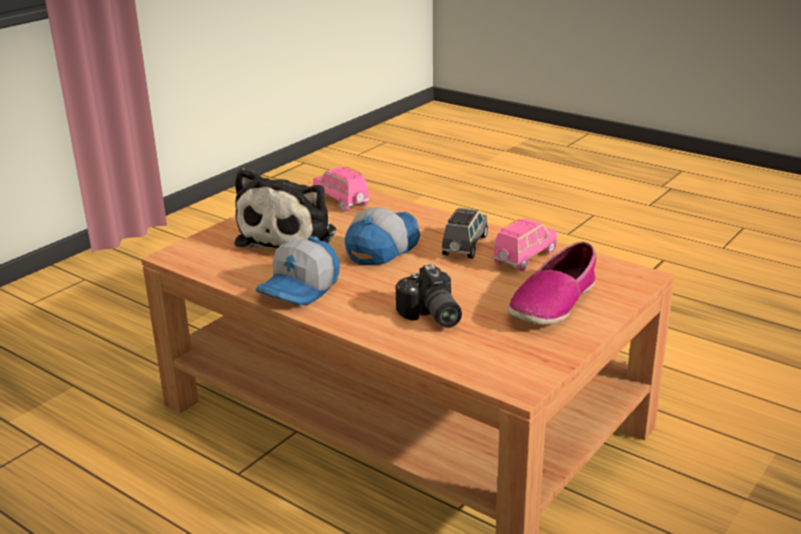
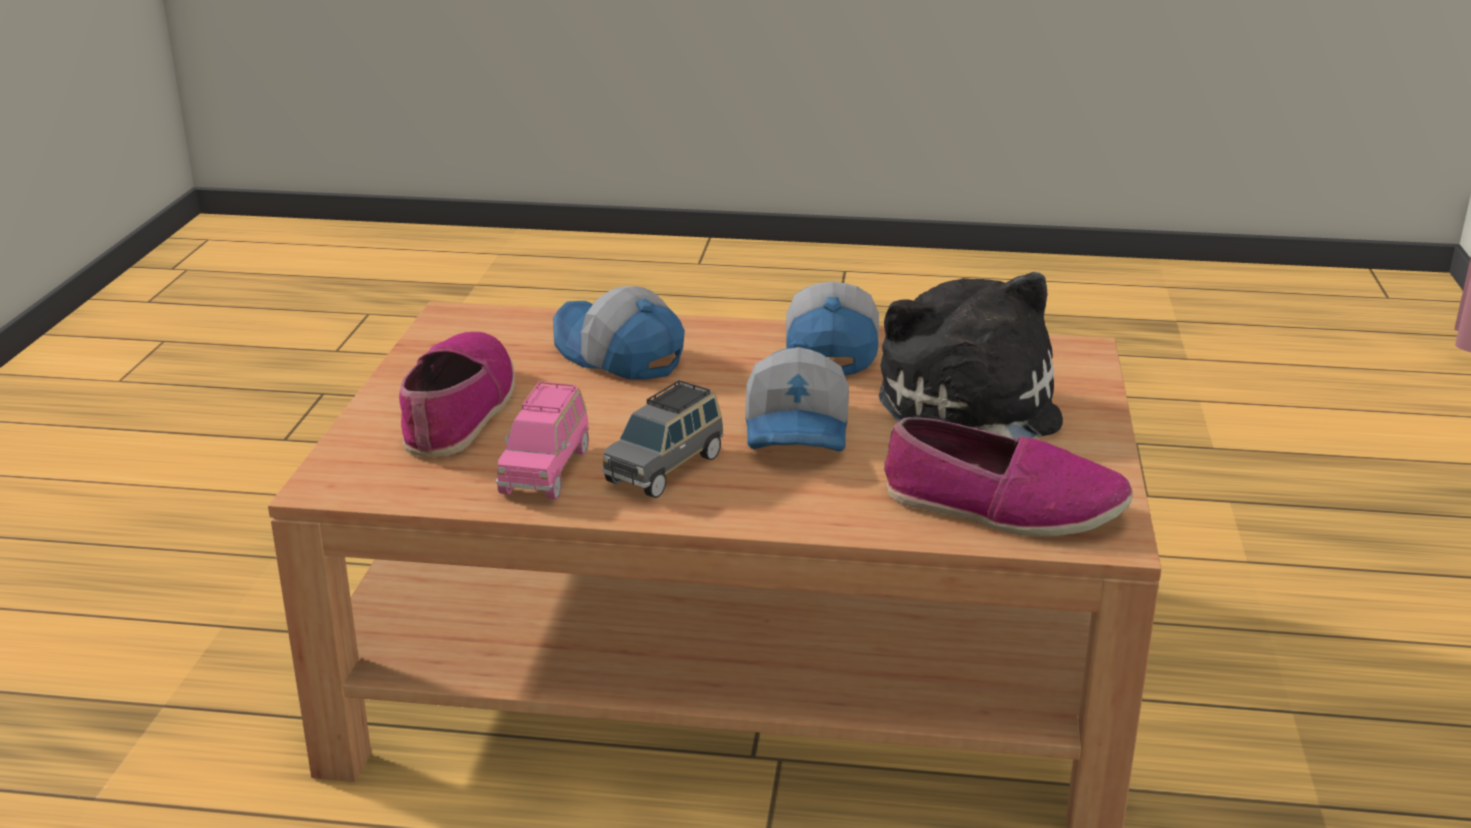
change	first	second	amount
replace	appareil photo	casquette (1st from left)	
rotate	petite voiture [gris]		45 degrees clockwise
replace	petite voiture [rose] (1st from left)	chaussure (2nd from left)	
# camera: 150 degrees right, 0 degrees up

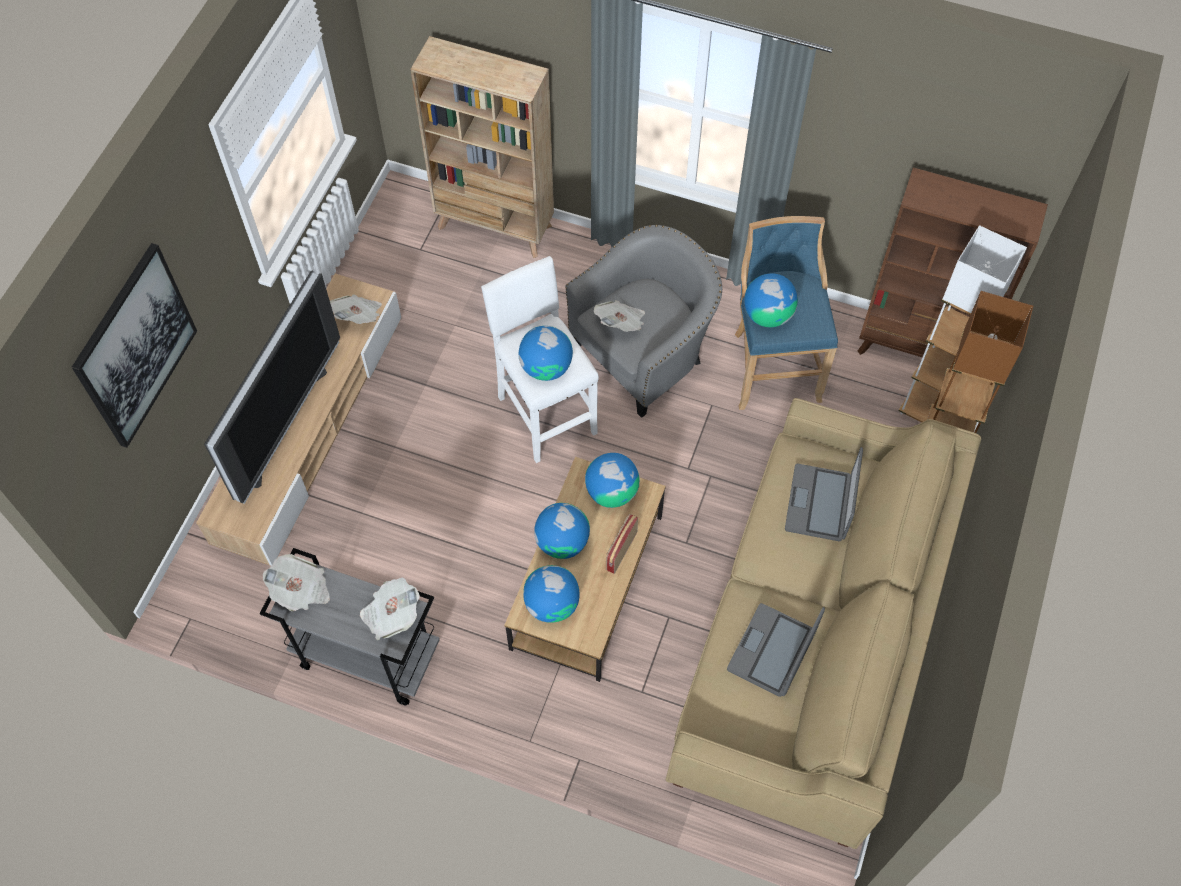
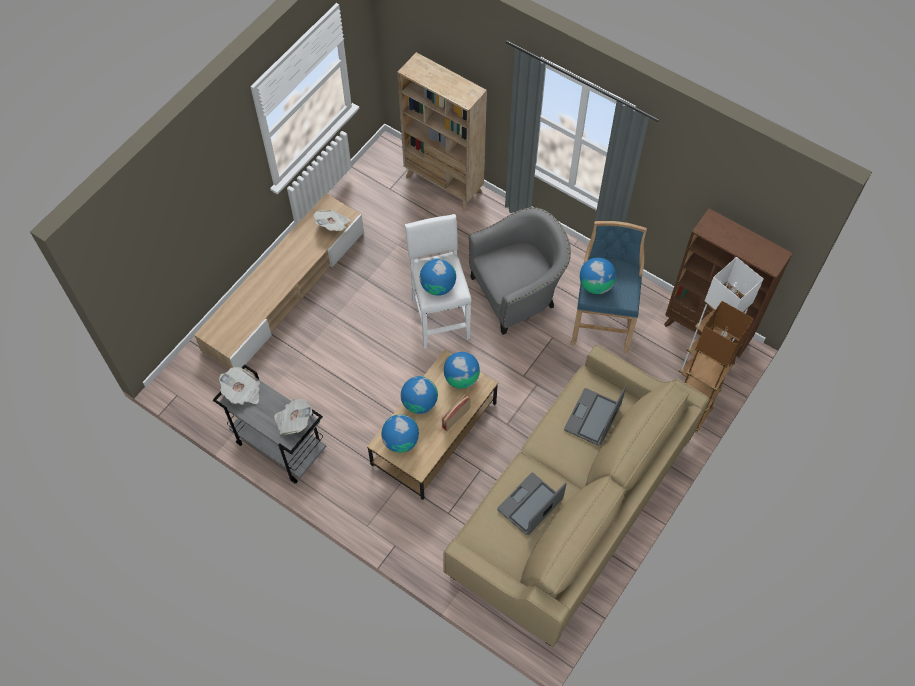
change	first	second	amount
delete	tableau		
delete	téléviseur		
delete	journal (4th from left)		
# camera: 15 degrees right, 0 degrees up

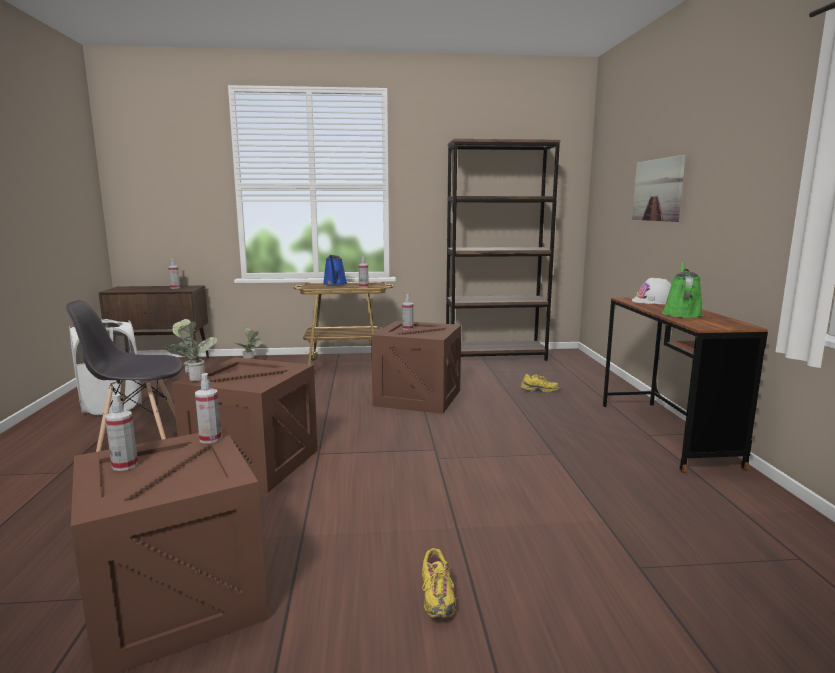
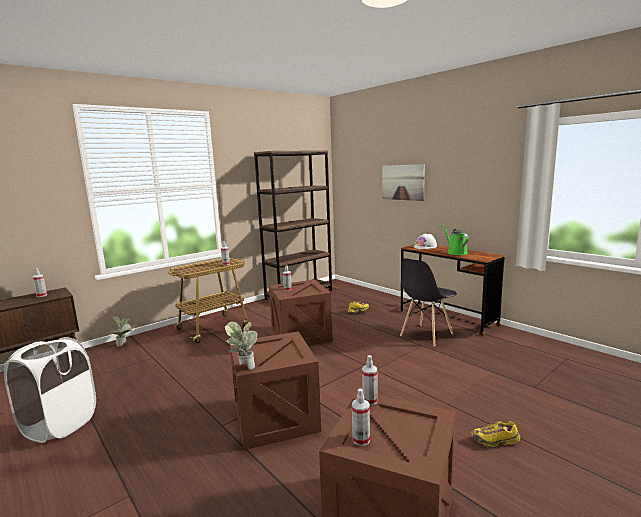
change	first	second	amount
move	chaise [gris]		
rotate	chaussure [jaune] (1st from left in the first image)	chaussure [jaune] (2nd from left)	135 degrees clockwise
delete	arrosoir [bleu]		
# camera: 35 degrees left, 0 degrees up

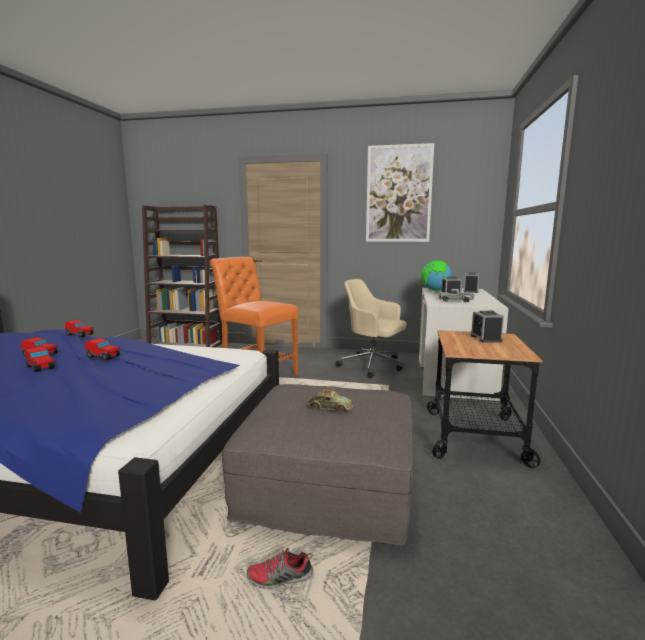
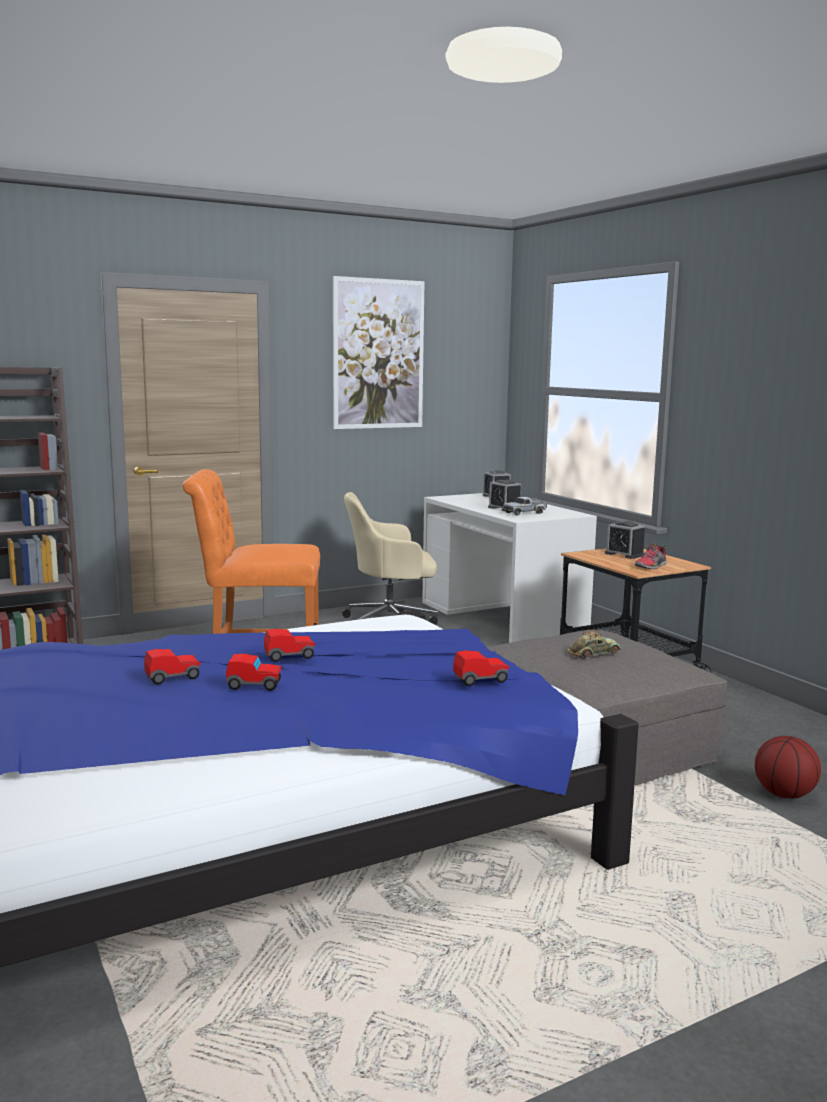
change	first	second	amount
move	petite voiture (3rd from left in the first image)	petite voiture (4th from left)	
move	chaussure		
insert		ballon de basket	
delete	globe		
# camera: 40 degrees left, 0 degrees up

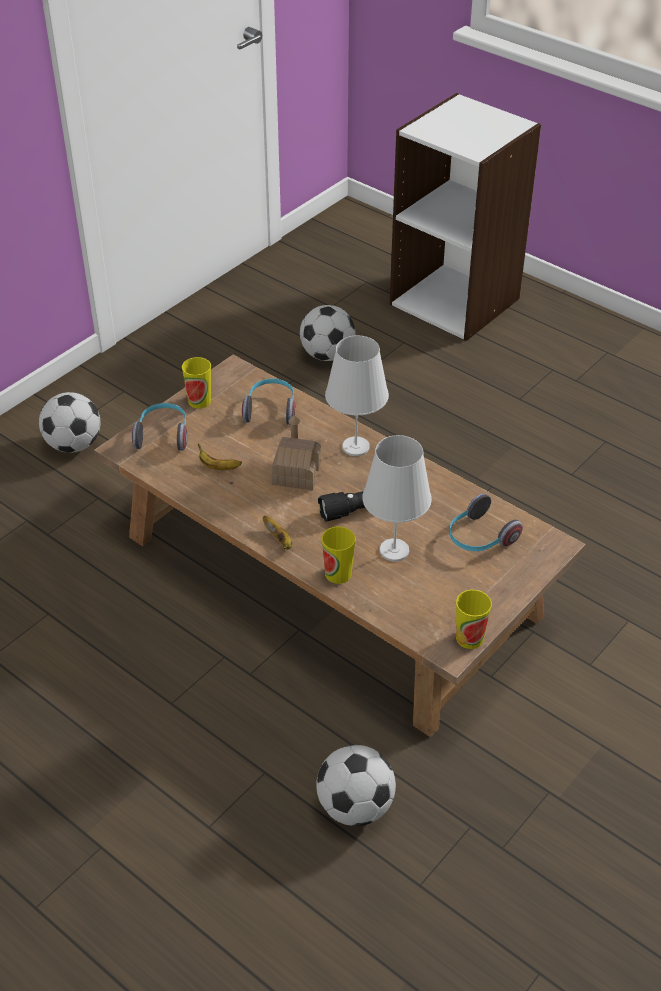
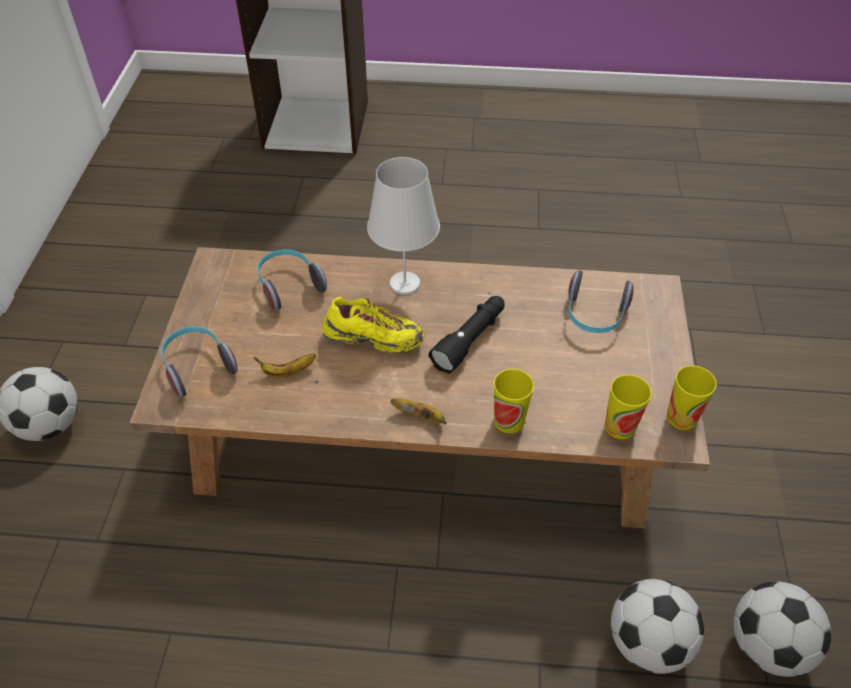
change	first	second	amount
replace	maison miniature	chaussure [jaune]	
move	tasse (1st from left in the first image)	tasse (2nd from left)	
move	ballon de foot (2nd from left in the first image)	ballon de foot (3rd from left)	
delete	lampe de table [blanc] (2nd from left)		
# camera: 35 degrees left, 5 degrees up

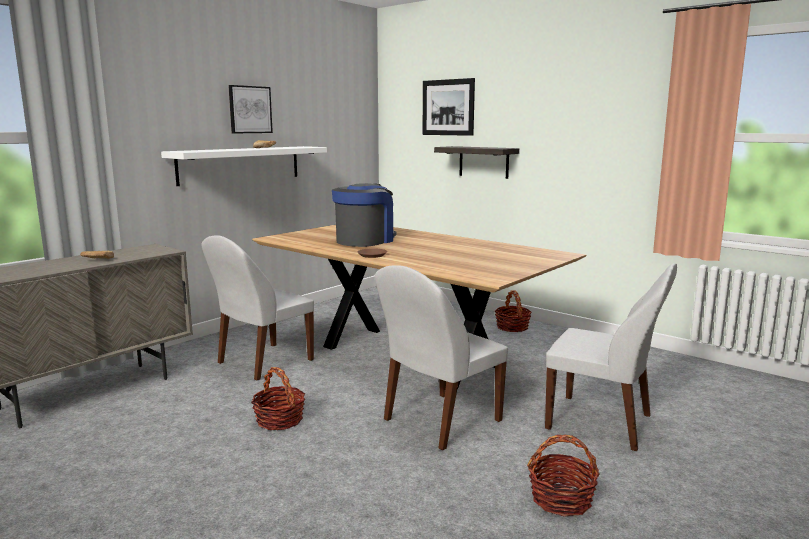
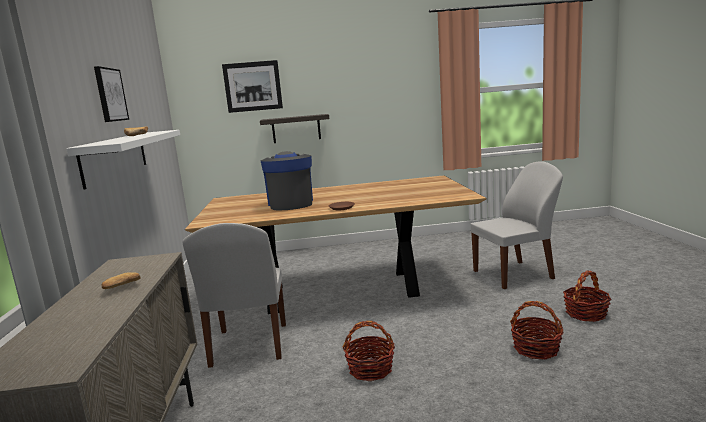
change	first	second	amount
move	panier (2nd from left)		
delete	chaise [blanc] (2nd from left)		
# camera: 45 degrees left, 0 degrees up

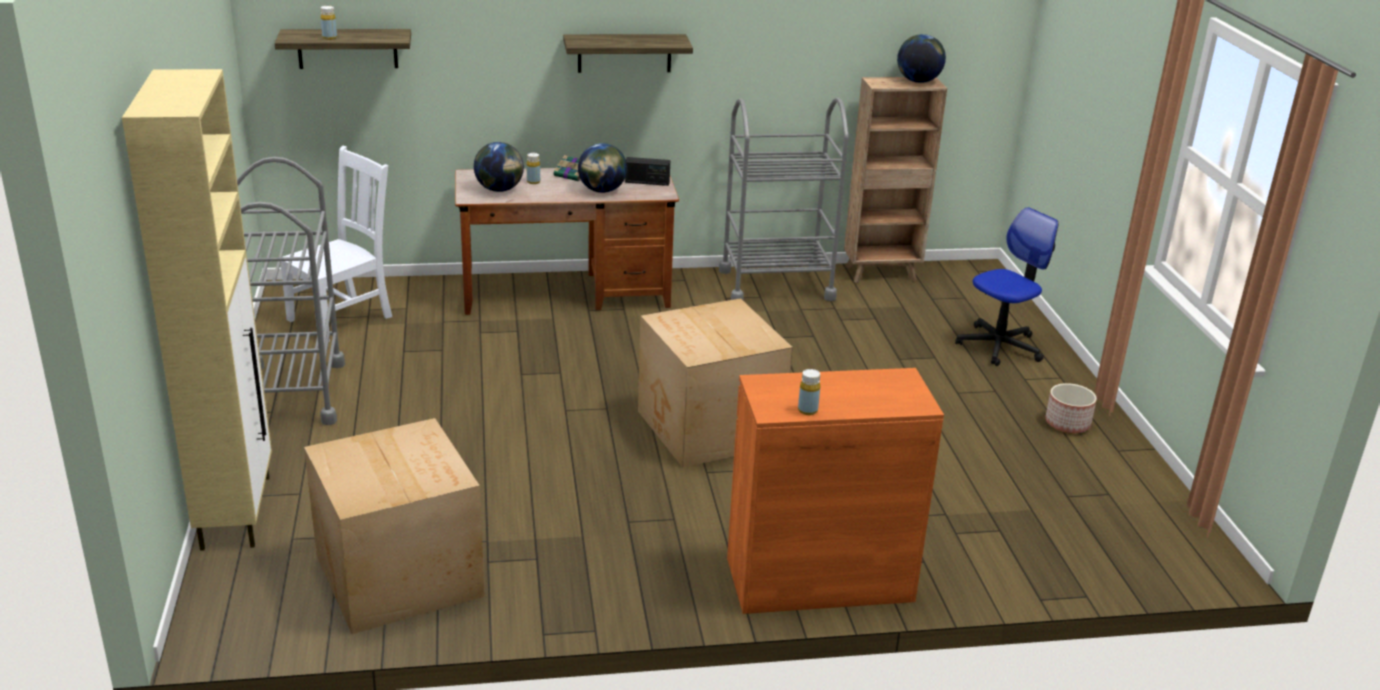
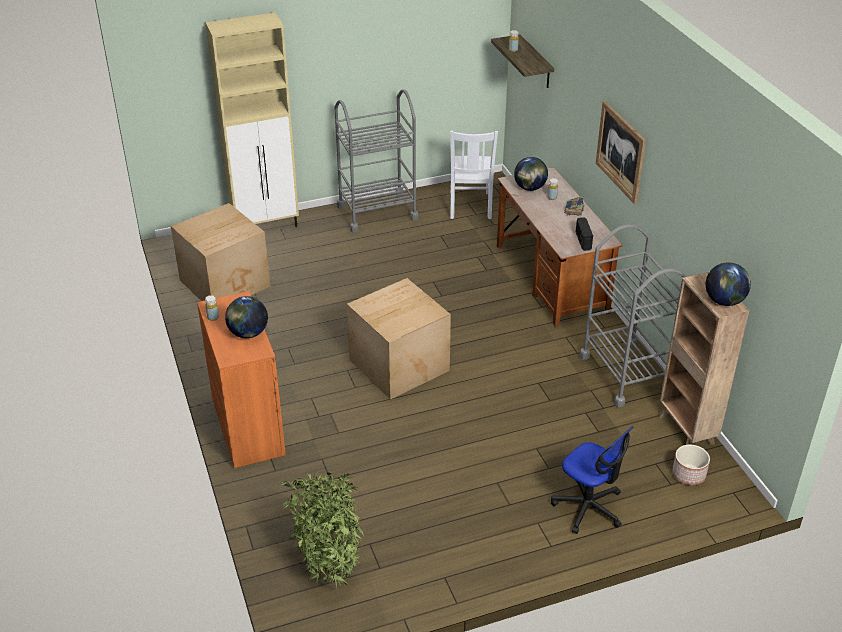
change	first	second	amount
move	globe (2nd from left in the first image)	globe (1st from left)	
insert		plante en pot	
rotate	chaise [blanc]		60 degrees clockwise
replace	étagère (2nd from left)	tableau	
move	cache-pot		
# camera: 80 degrees right, 10 degrees up

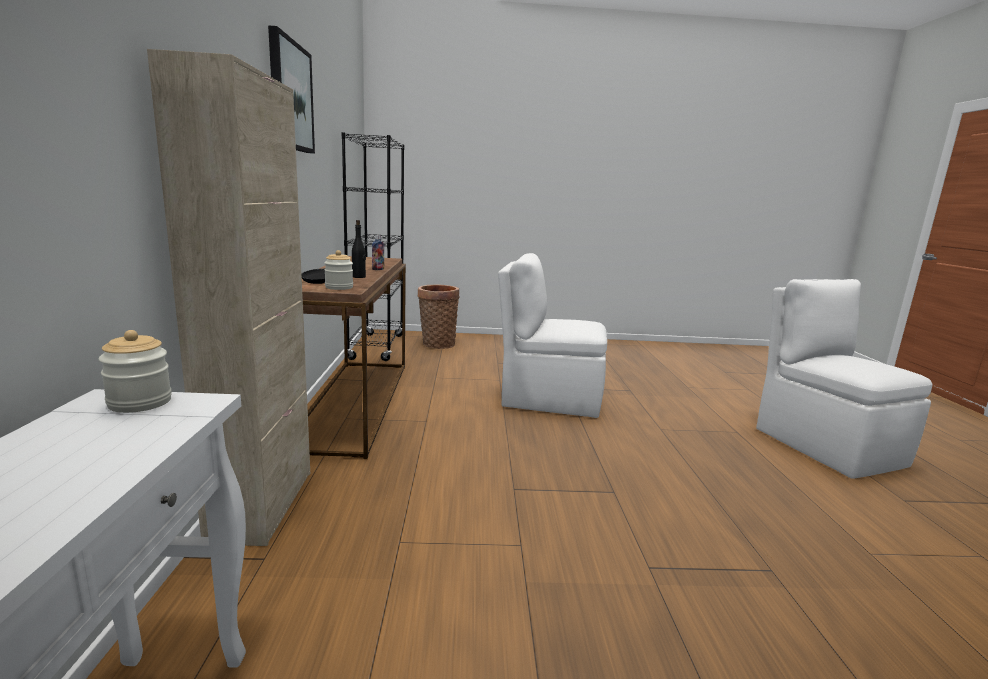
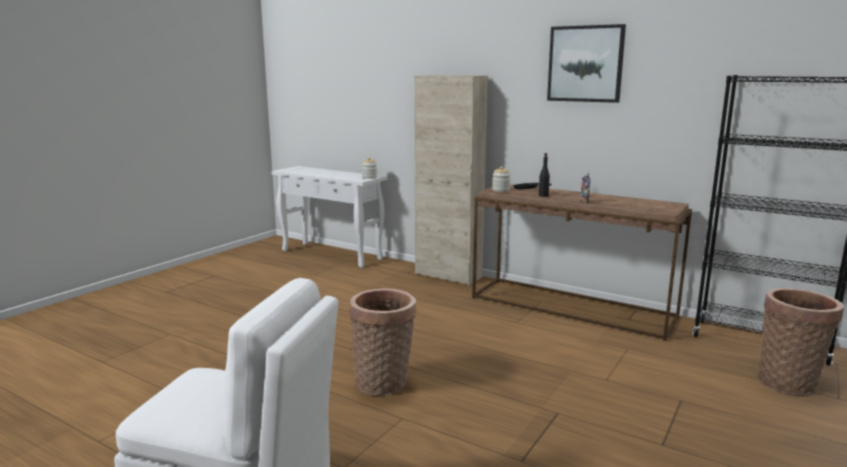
change	first	second	amount
insert		panier (1st from left)	
delete	chaise [blanc] (1st from left)		
# camera: 125 degrees right, 0 degrees up

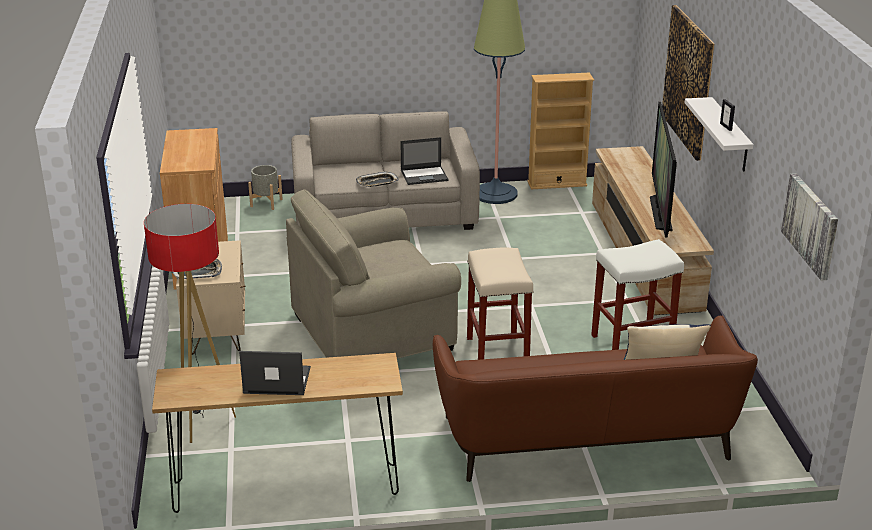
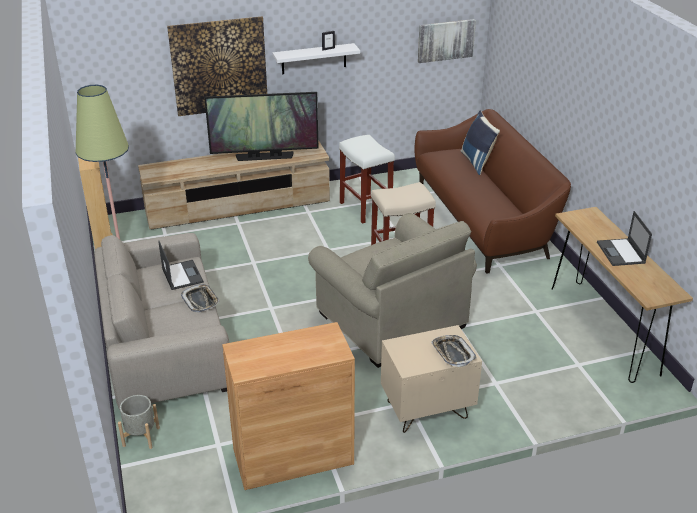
change	first	second	amount
delete	lampadaire (1st from left)		
# camera: 100 degrees left, 5 degrees up

